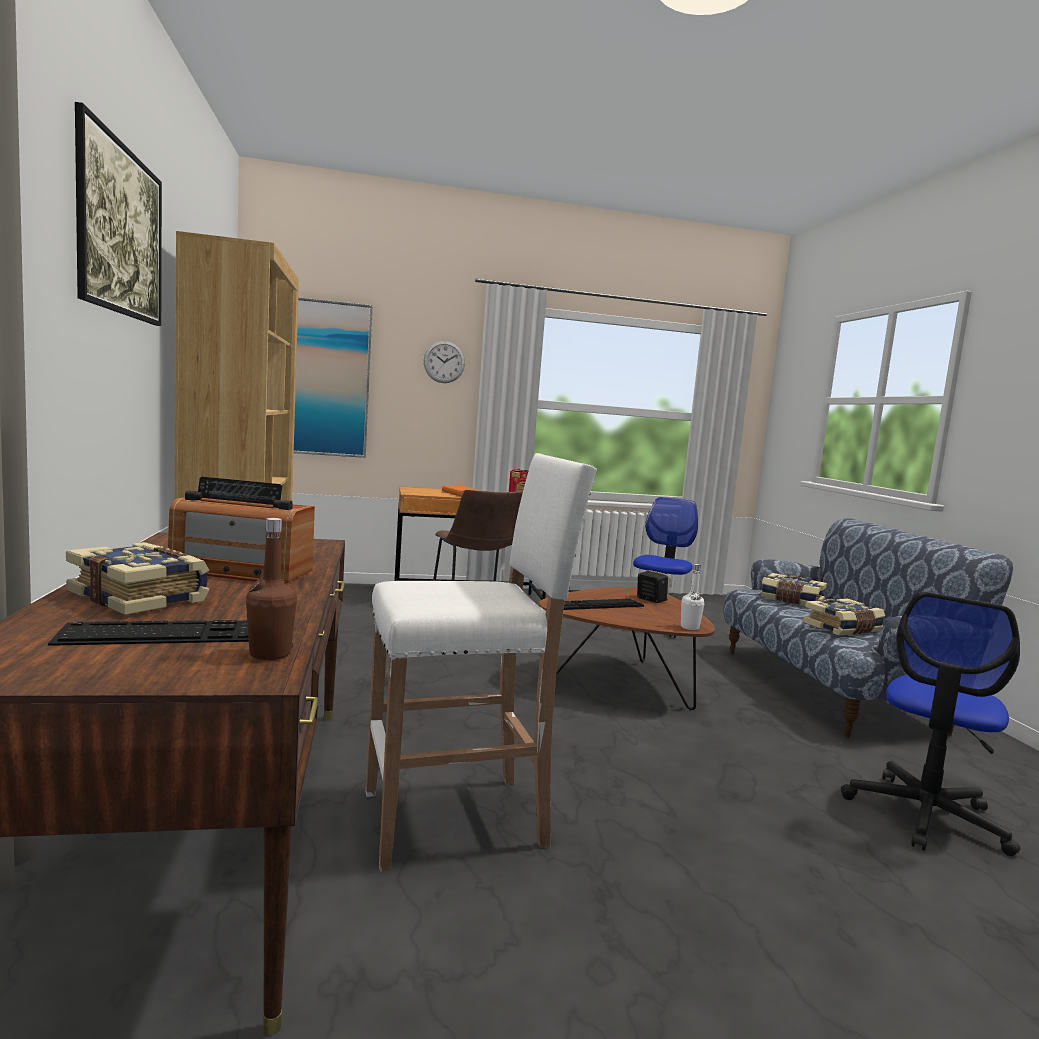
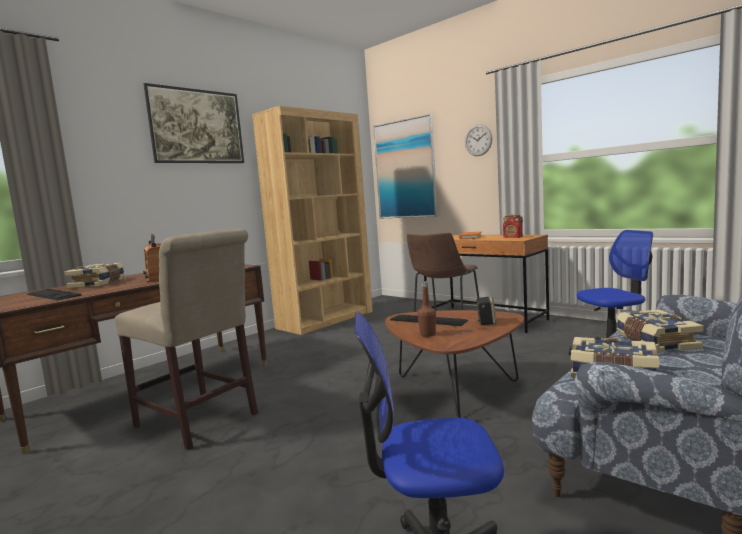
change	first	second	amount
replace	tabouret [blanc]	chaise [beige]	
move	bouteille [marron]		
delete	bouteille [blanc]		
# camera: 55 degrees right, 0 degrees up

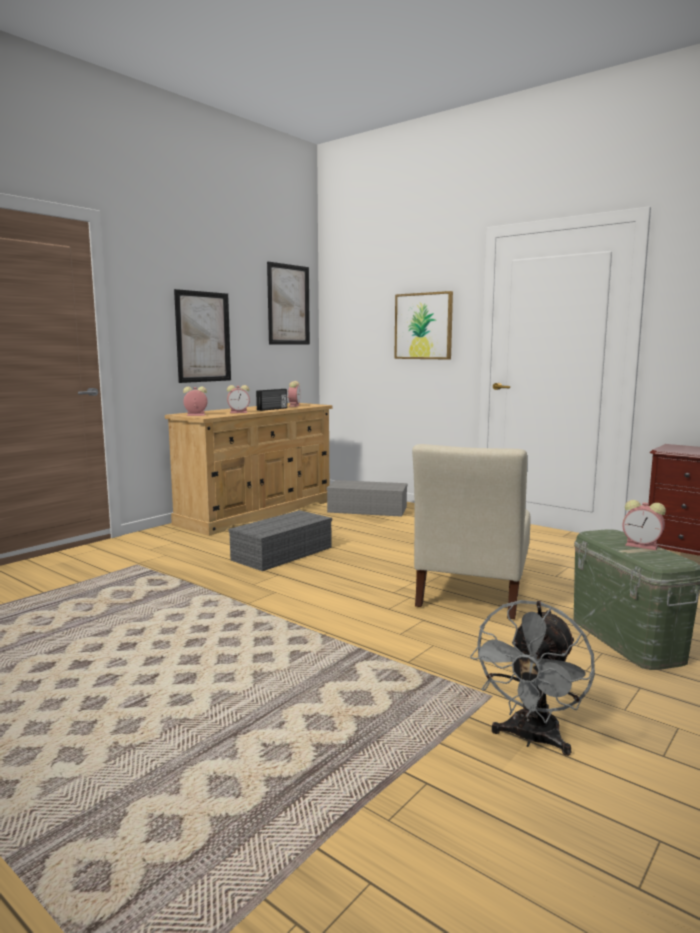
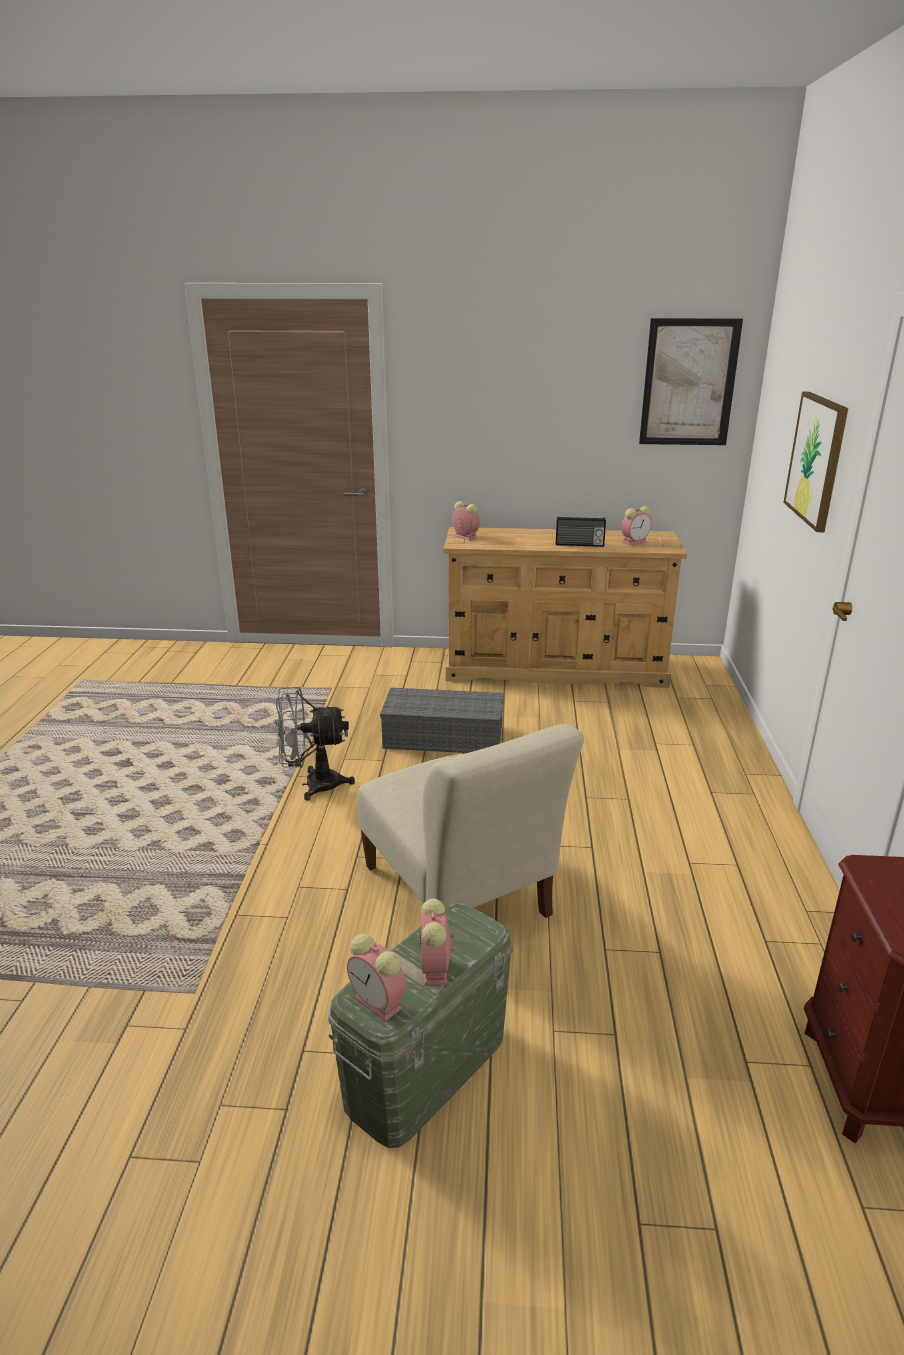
change	first	second	amount
move	ventilateur [gris]		
move	réveil (2nd from left in the first image)	réveil (1st from left)	
rotate	chaise [beige]		105 degrees counterclockwise
delete	tableau (1st from left)		
delete	boîte de rangement [gris] (2nd from left)		
# camera: 55 degrees right, 15 degrees up

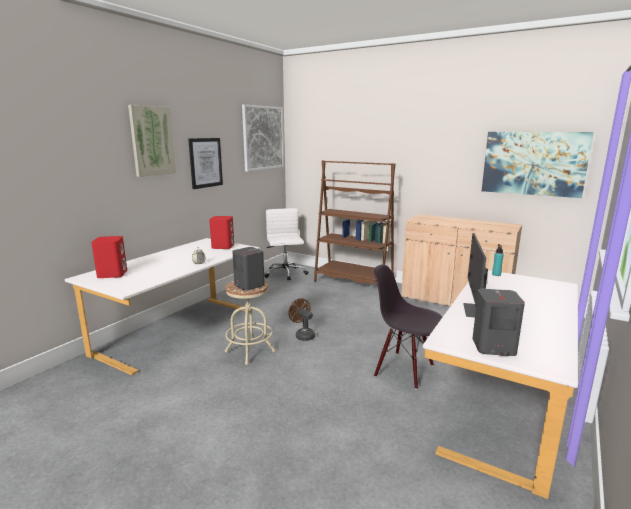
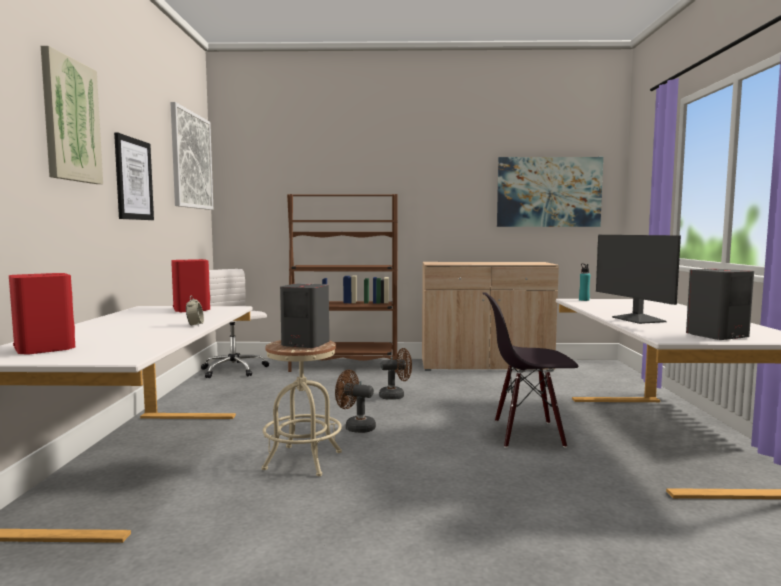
change	first	second	amount
insert		ventilateur [marron] (2nd from left)	
# camera: 30 degrees left, 10 degrees down

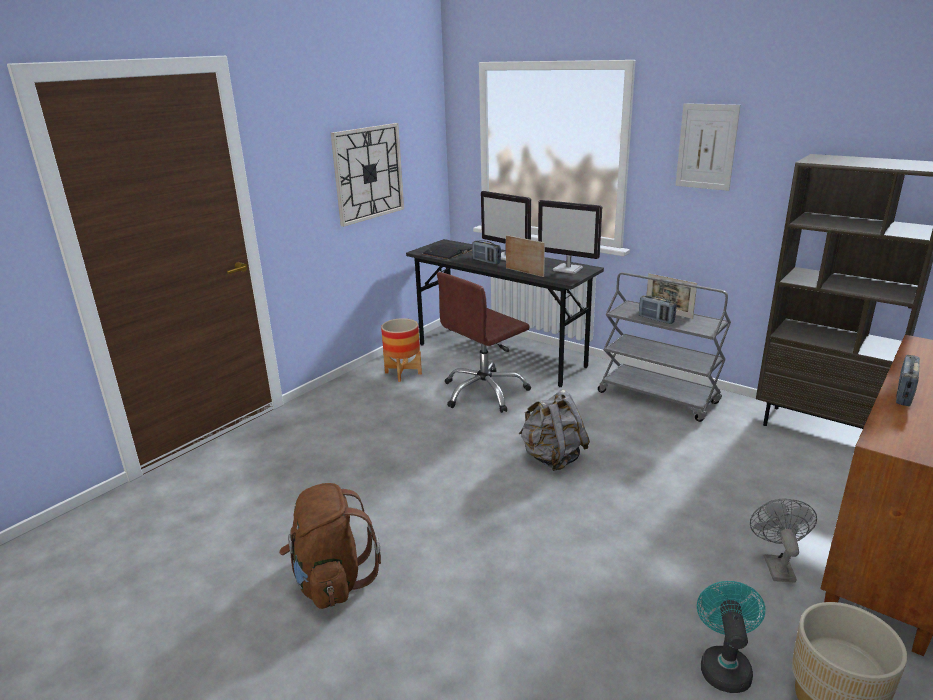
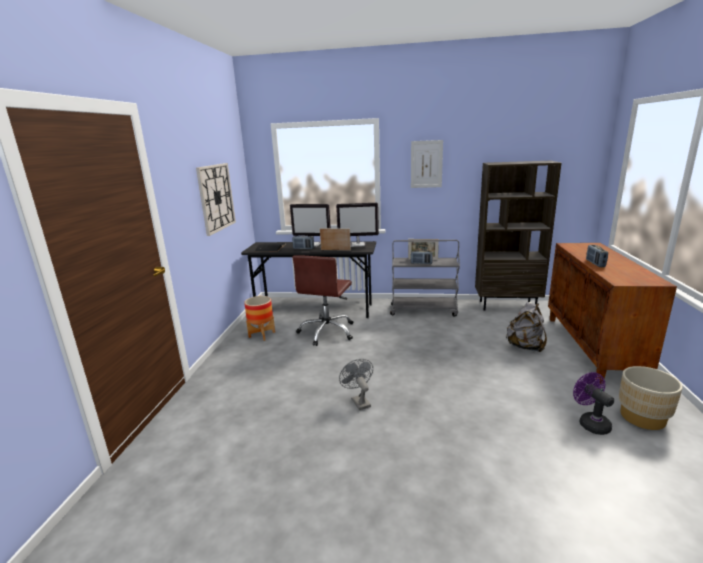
change	first	second	amount
move	ventilateur [gris]		
move	sac à dos [gris]		
recolor	ventilateur [turquoise]	ventilateur [violet]	
delete	sac à dos [marron]		
# camera: 30 degrees left, 5 degrees down

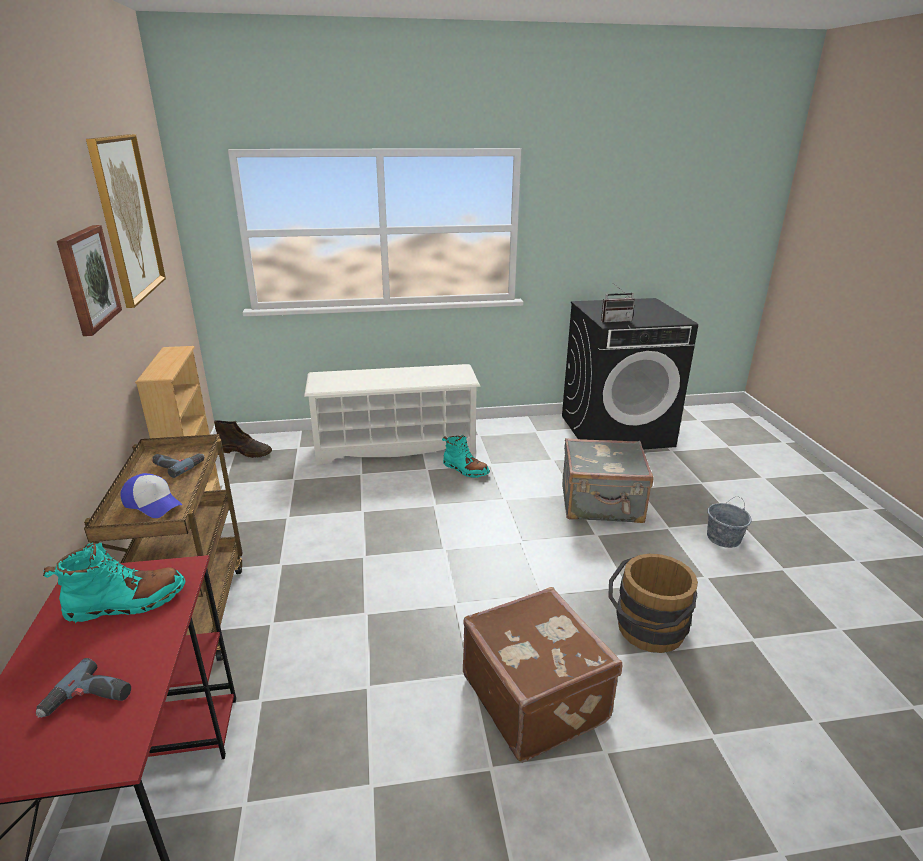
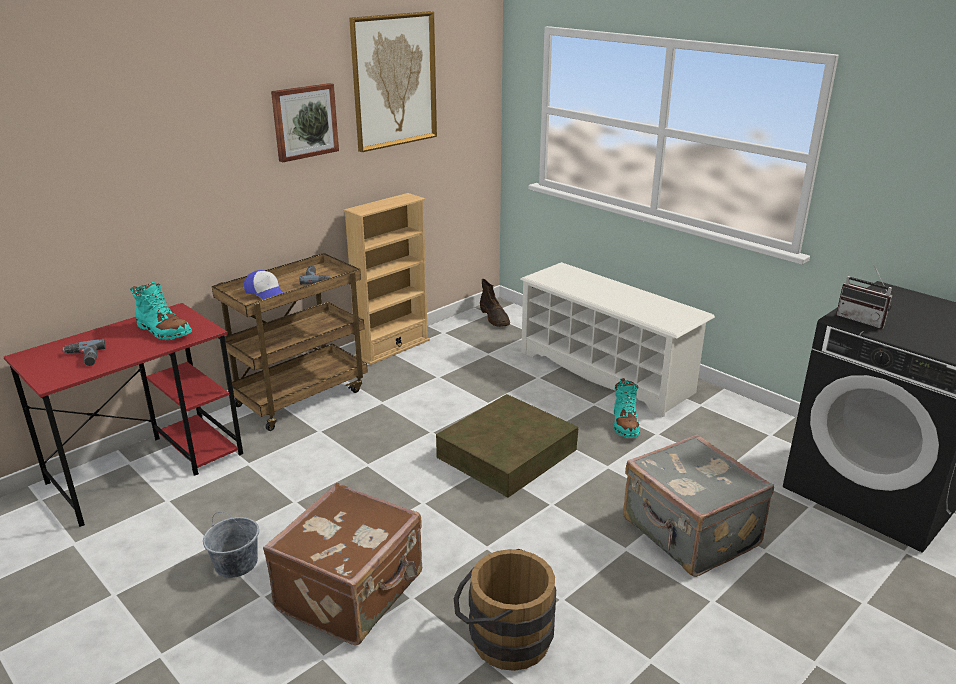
change	first	second	amount
move	seau [gris]		
rotate	casquette		45 degrees counterclockwise
insert		boîte de rangement [marron]	
# camera: 55 degrees right, 0 degrees up

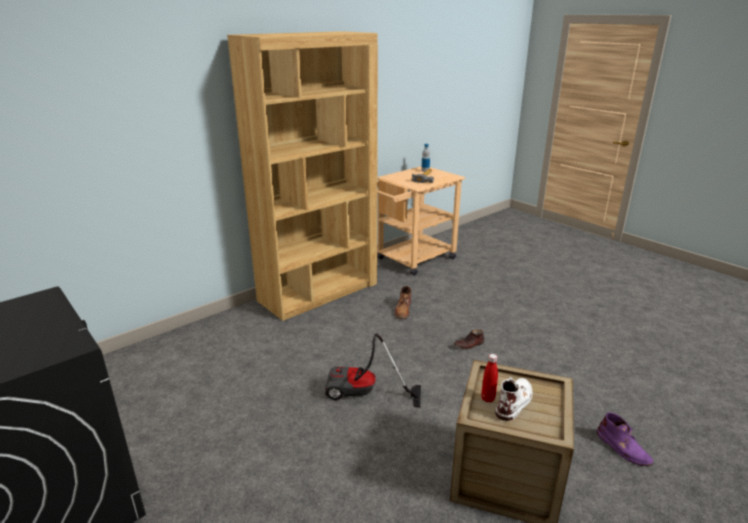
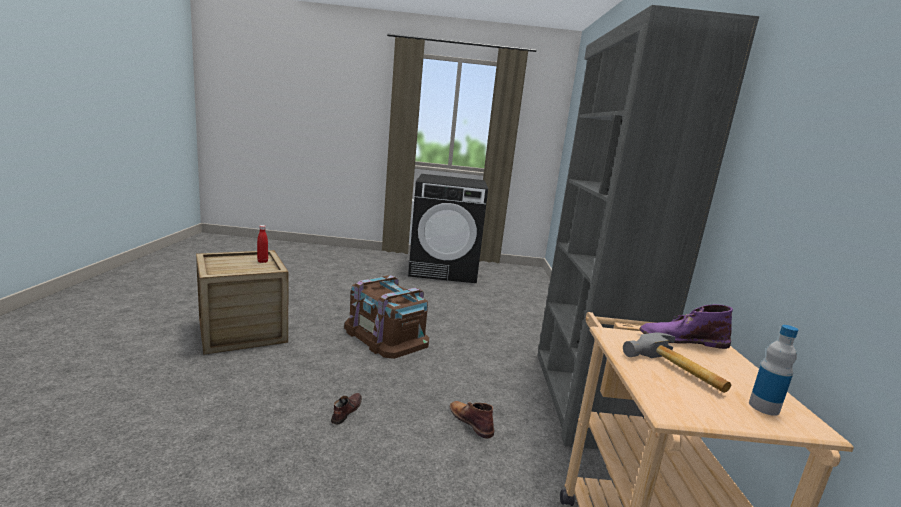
change	first	second	amount
replace	aspirateur	boîte de rangement [marron]	
recolor	bibliothèque [marron]	bibliothèque [gris]	
move	botte [violet]		
delete	botte [blanc]		
# camera: 130 degrees right, 10 degrees down

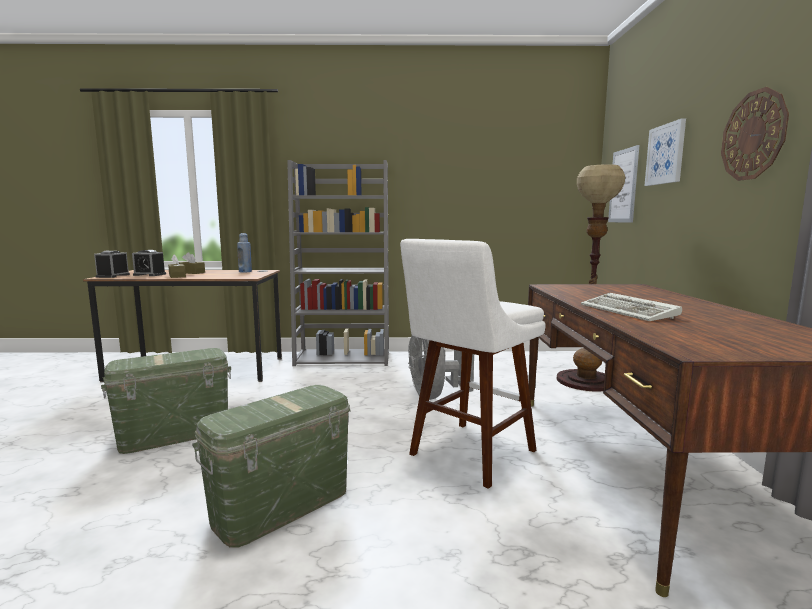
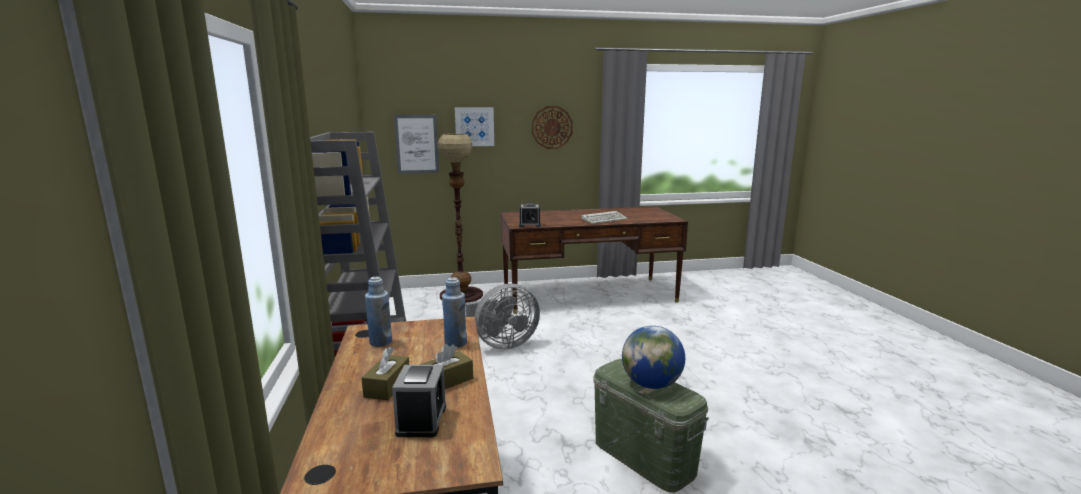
change	first	second	amount
insert		bouteille [bleu] (2nd from left)	
move	réveil (1st from left in the first image)	réveil (2nd from left)	
insert		globe	
delete	boîte de rangement [vert] (2nd from left)		
delete	tabouret [blanc]		
# camera: 100 degrees left, 5 degrees up

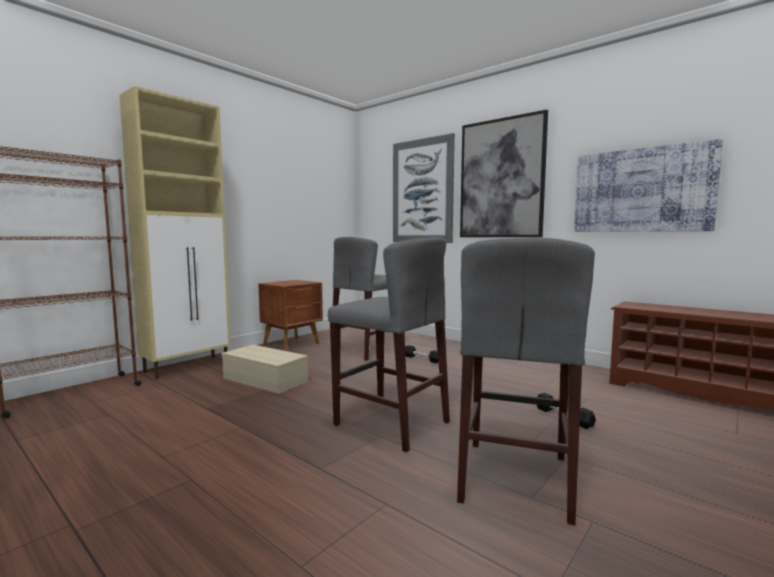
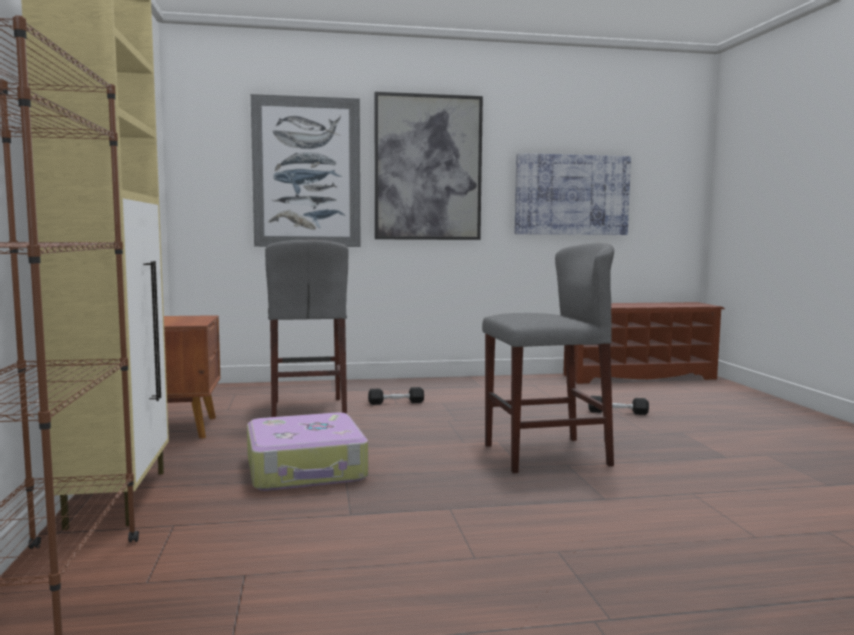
change	first	second	amount
replace	boîte de rangement [beige]	valise	
delete	tabouret [gris] (3rd from left)		
# camera: 50 degrees left, 0 degrees up

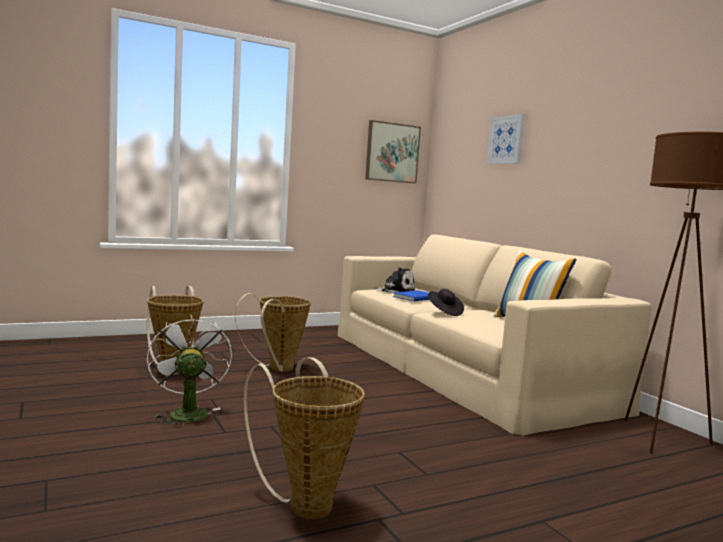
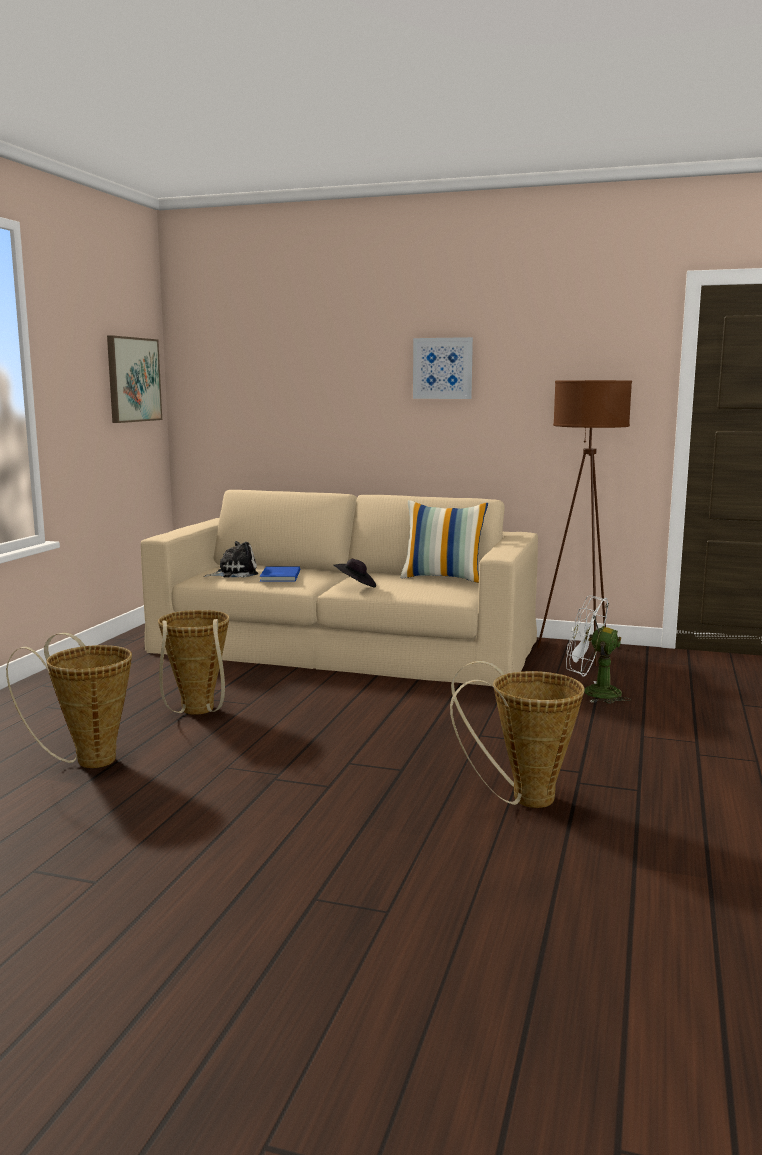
change	first	second	amount
move	tableau (2nd from left)		
move	ventilateur [blanc]		
# camera: 45 degrees left, 5 degrees up

